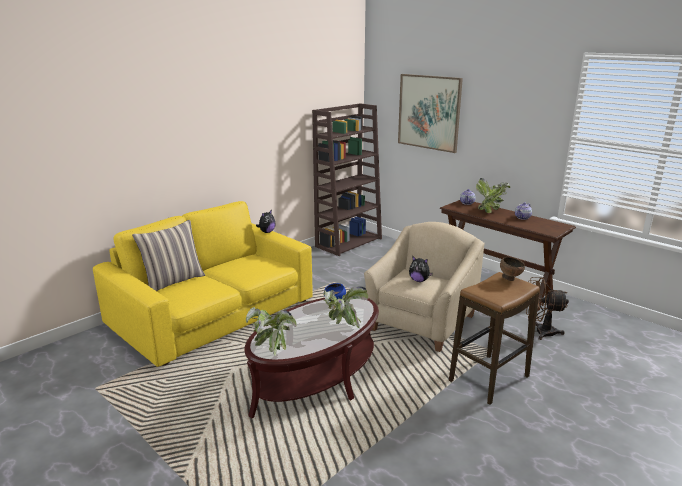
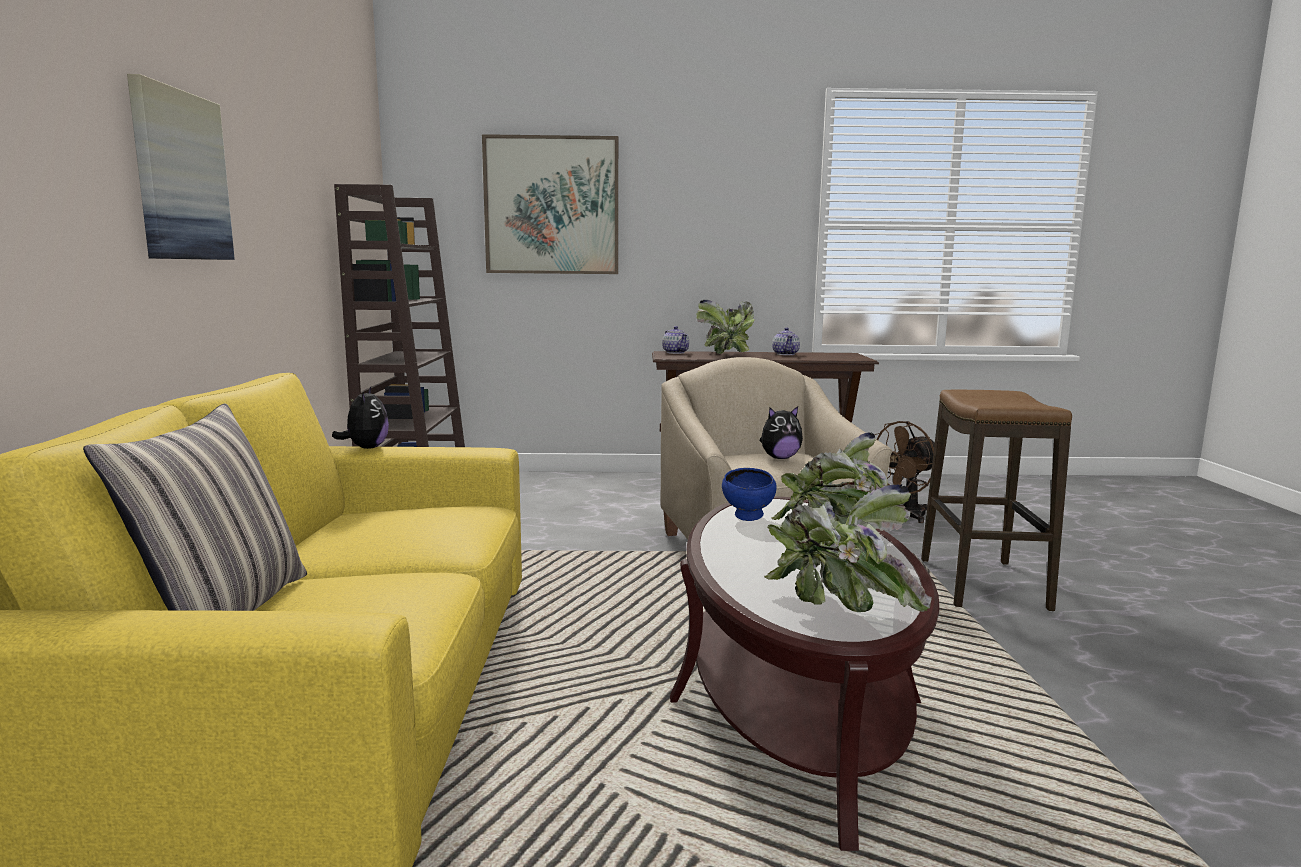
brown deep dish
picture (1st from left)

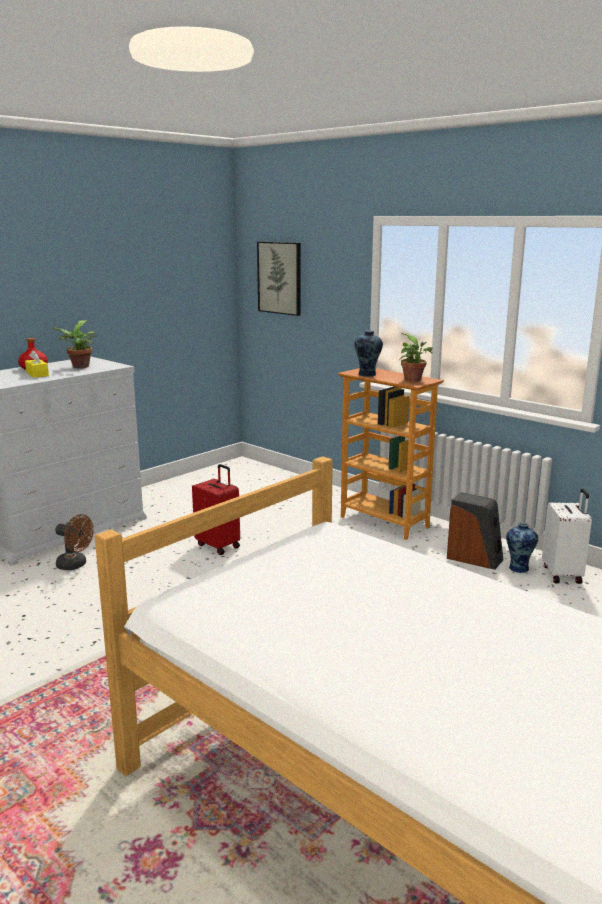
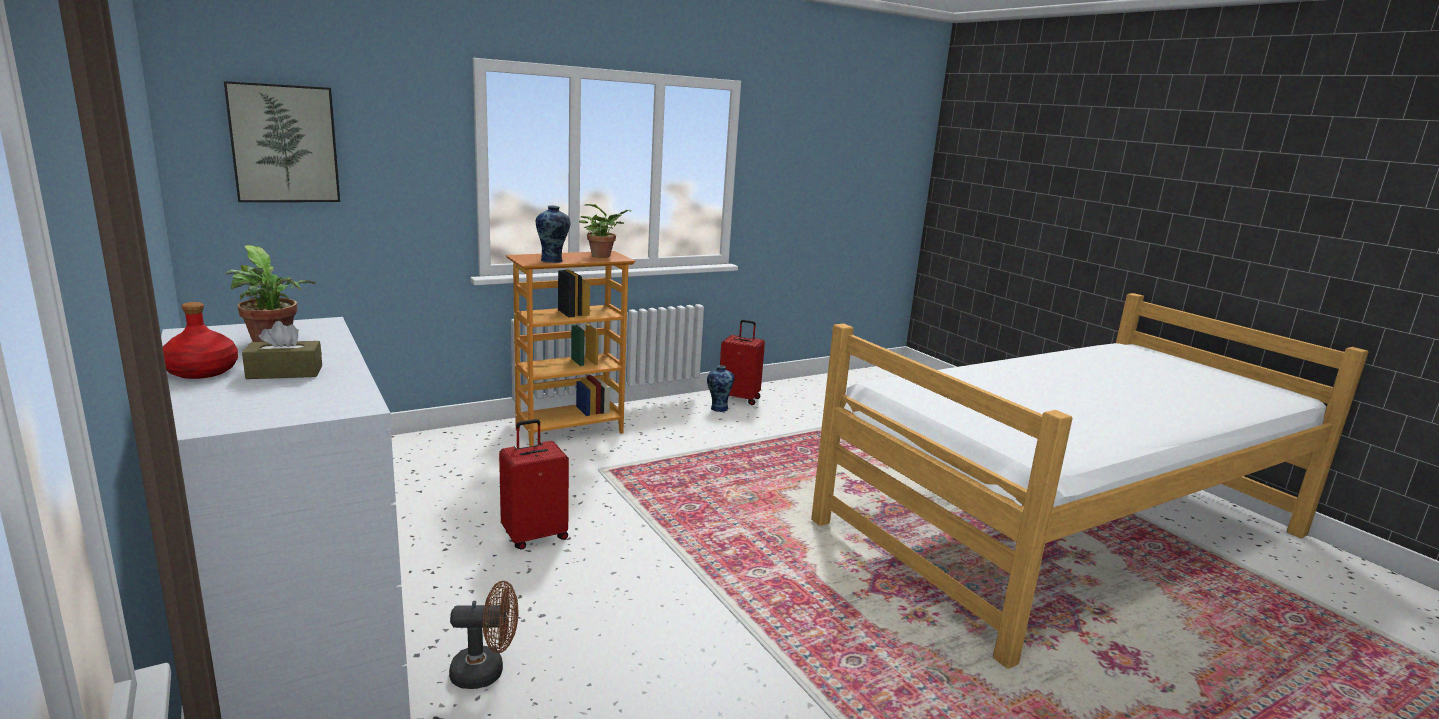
brown box of tissues
red-coloured travel case (2nd from left)
audio speaker
brown fan

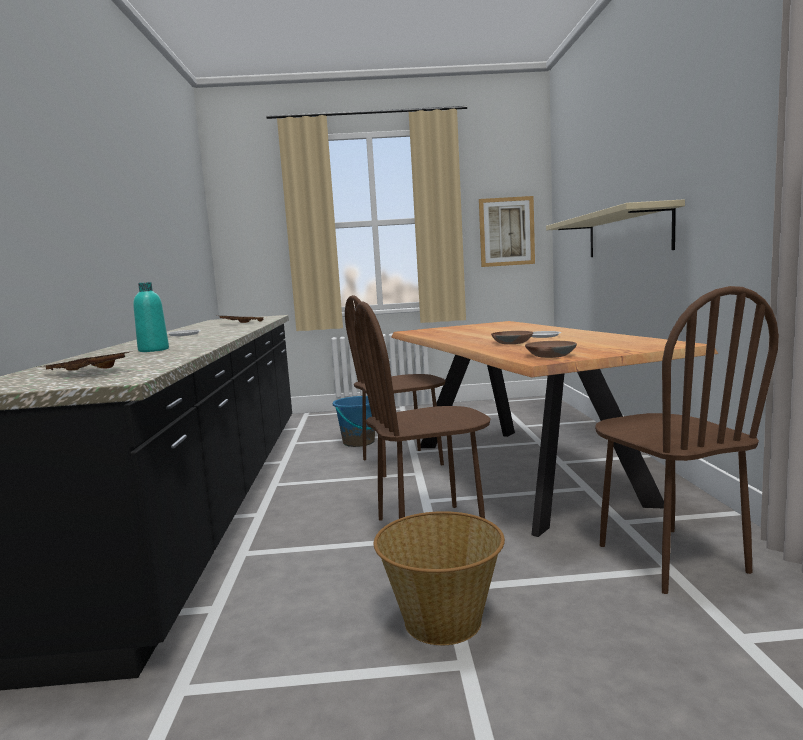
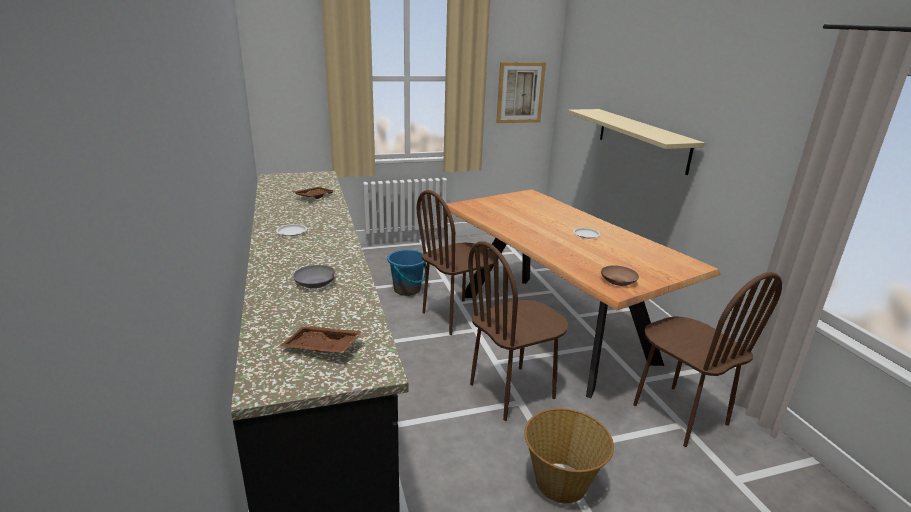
grey deep dish
brown deep dish (1st from left in the first image)

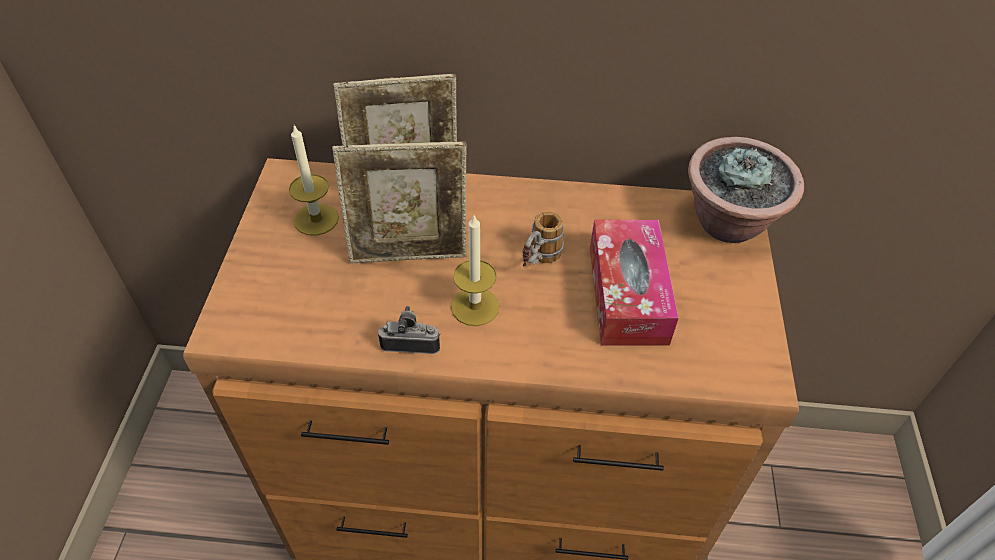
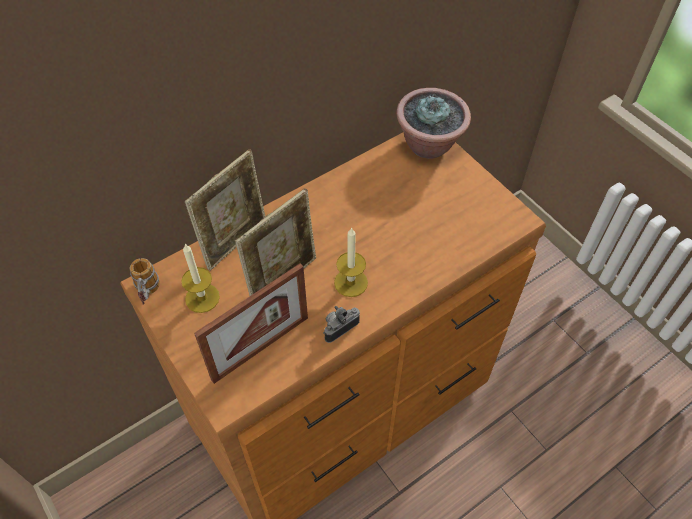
mug
box of tissues
photo frame (2nd from left)

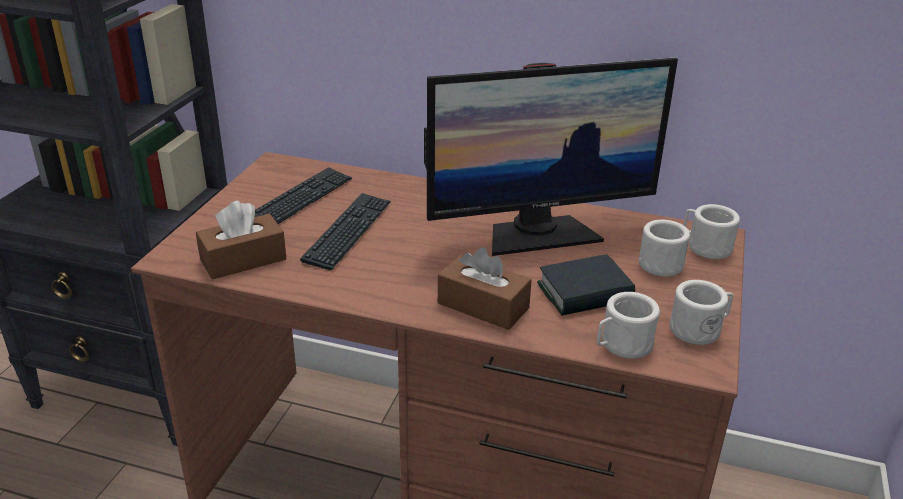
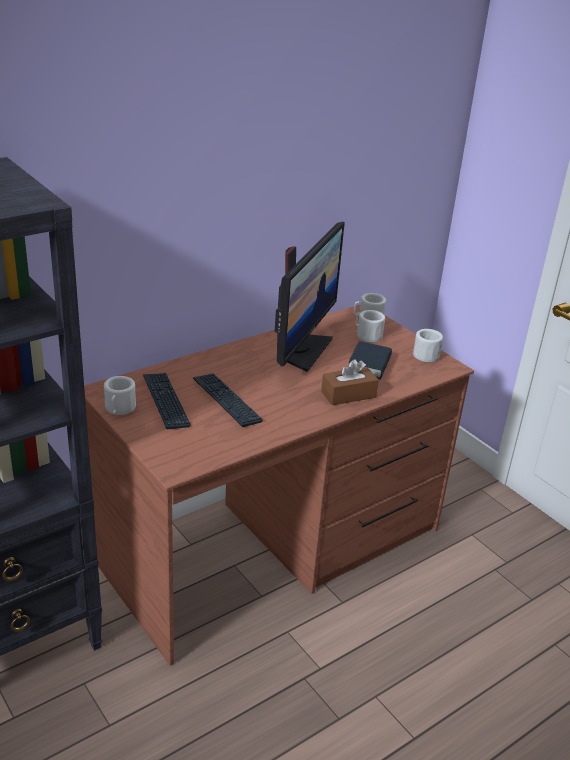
brown box of tissues (1st from left in the first image)
whitish mug (1st from left)

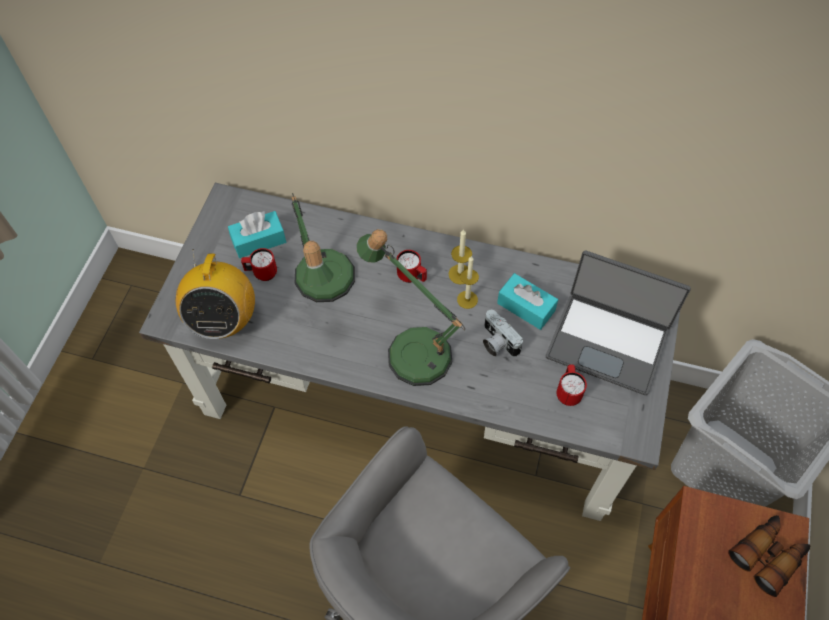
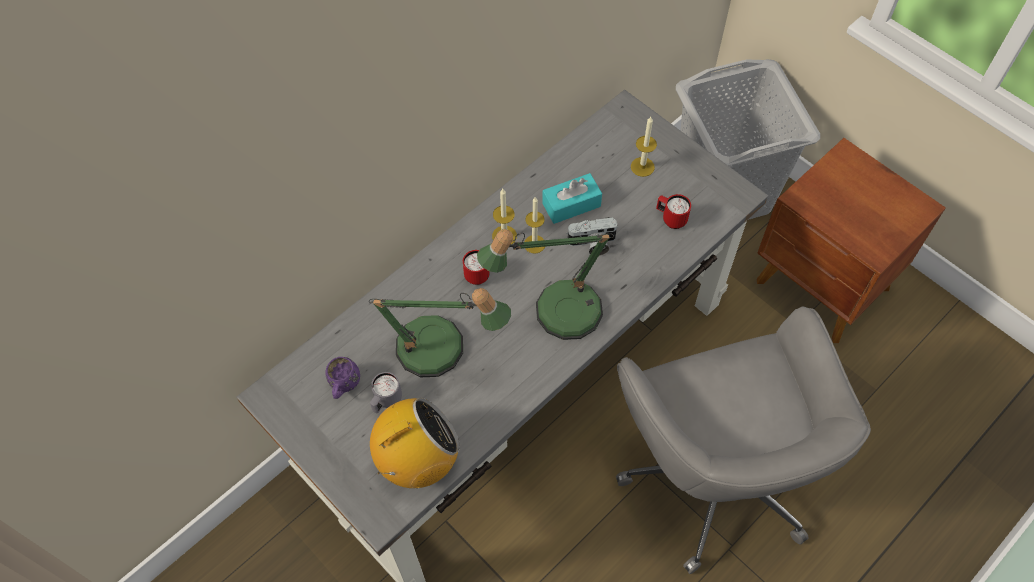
purplish mug
grey mug
radio set
wax candle (3rd from left)
field glasses

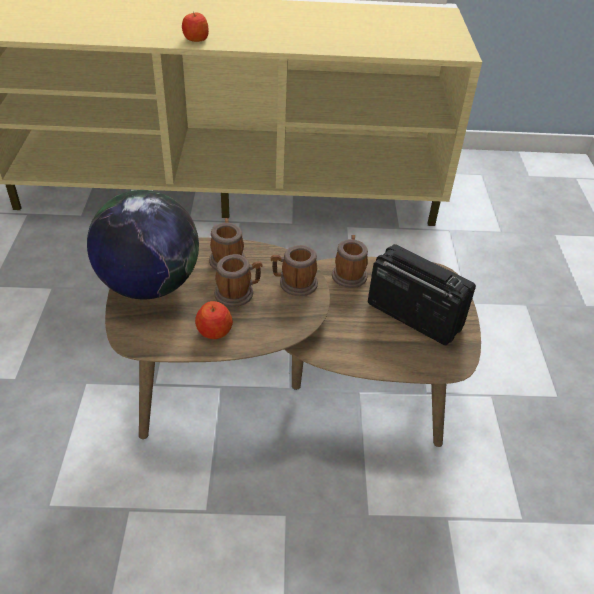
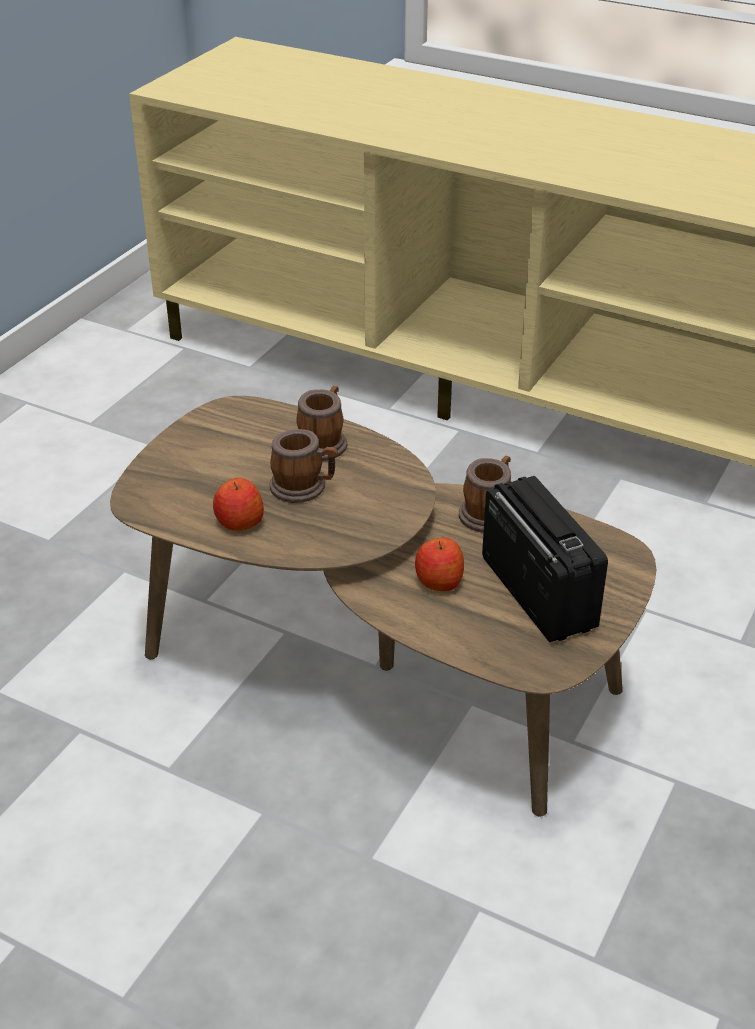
whole apple (2nd from left)
desk globe
mug (3rd from left in the first image)

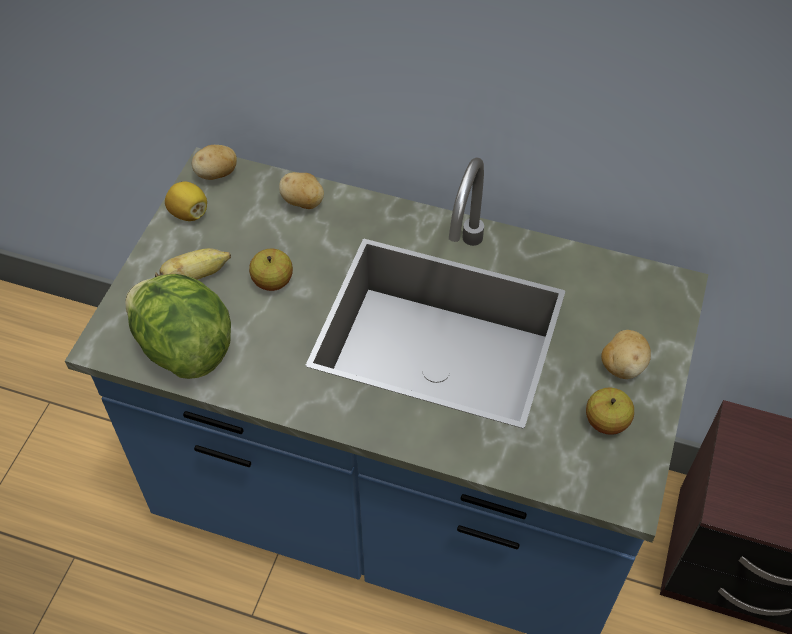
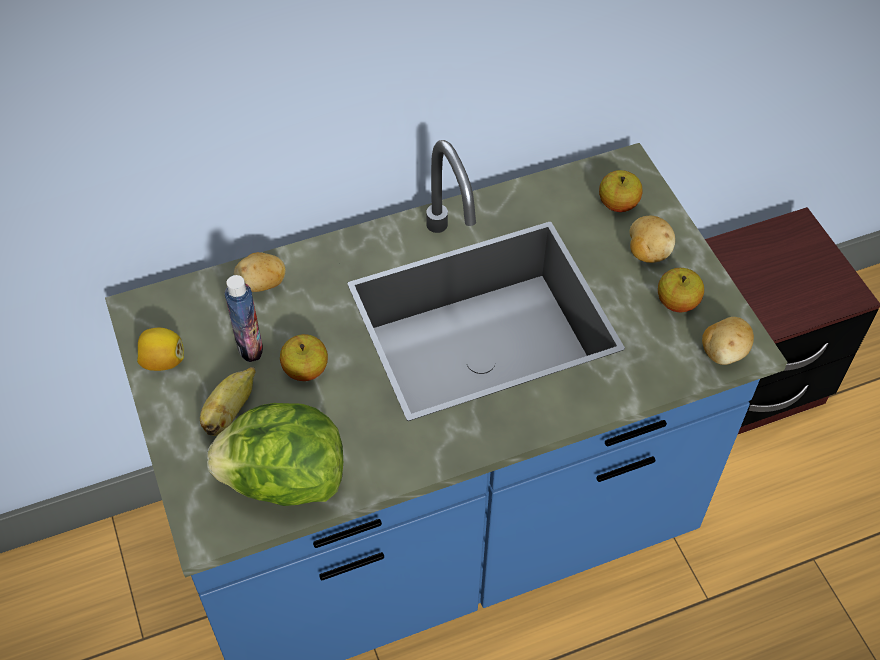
spud (3rd from left)
whole apple (2nd from left)
drink bottle

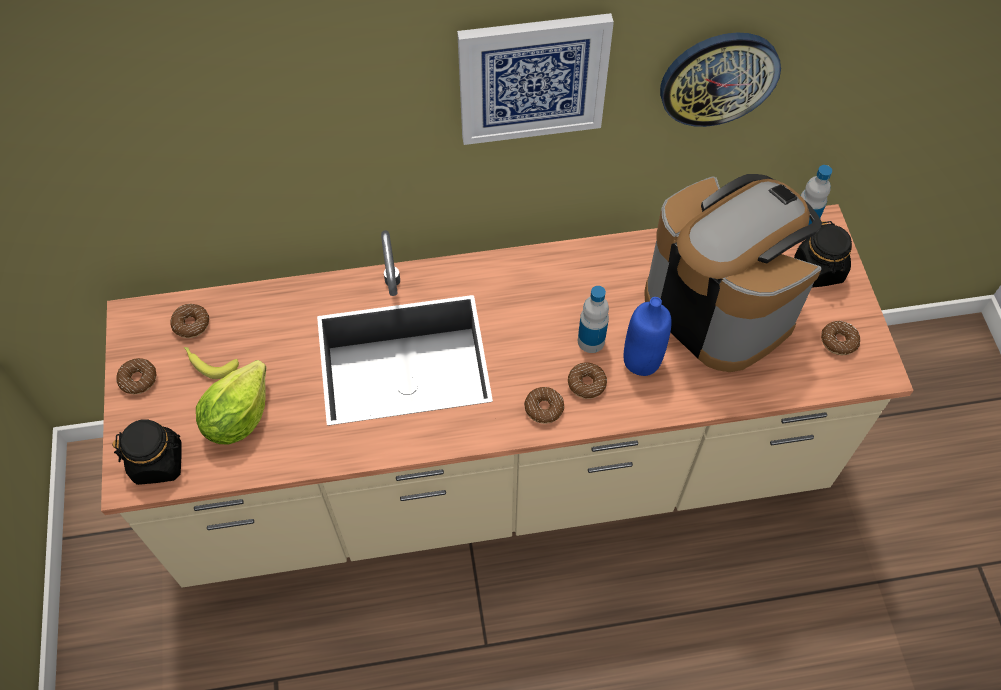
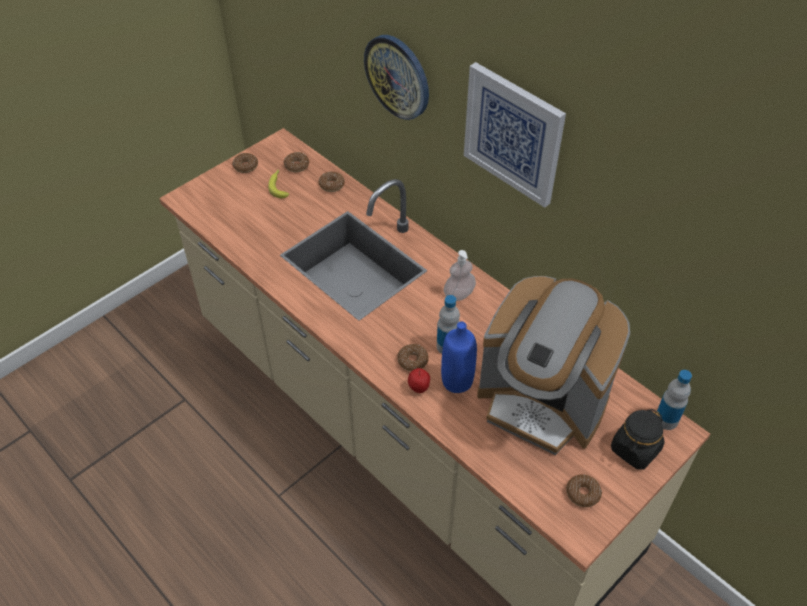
hanging clock
coffee machine
head of lettuce
donut (3rd from left)
black storage jar (1st from left in the first image)
soap bottle
whole apple

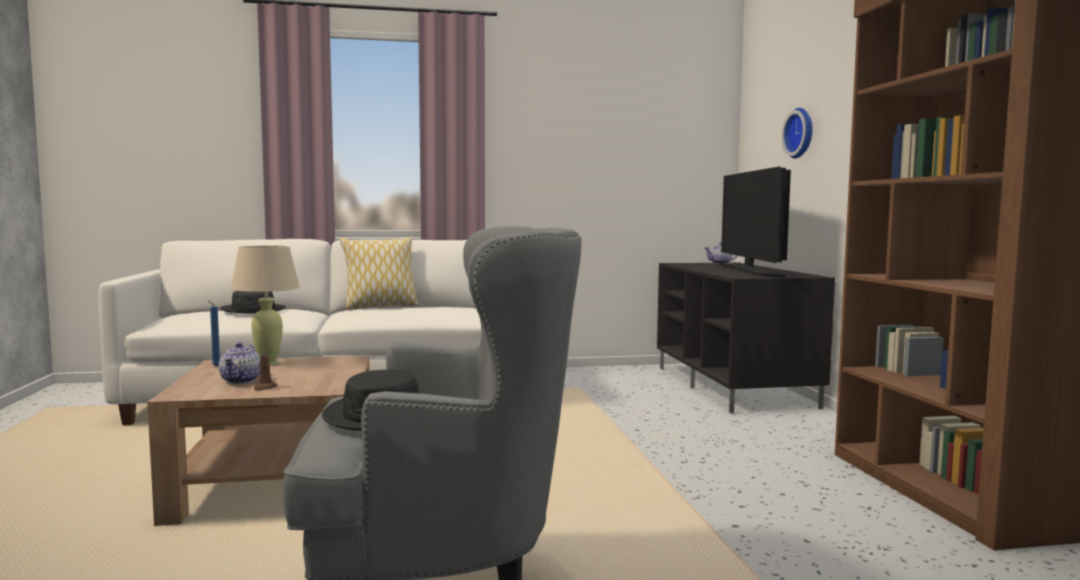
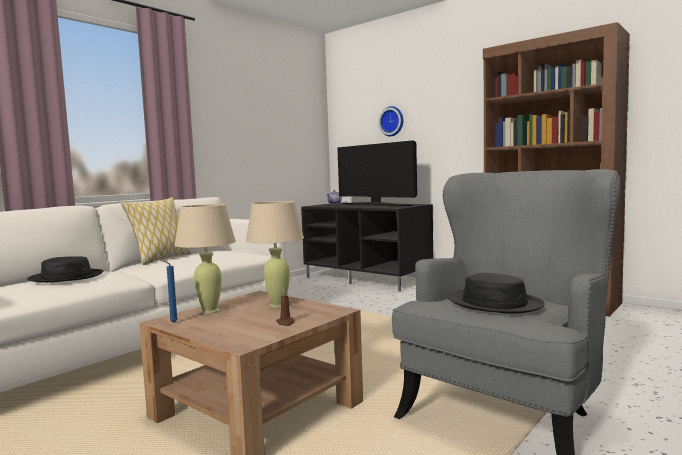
teapot (1st from left in the first image)
beige-coloured table lamp (2nd from left)

